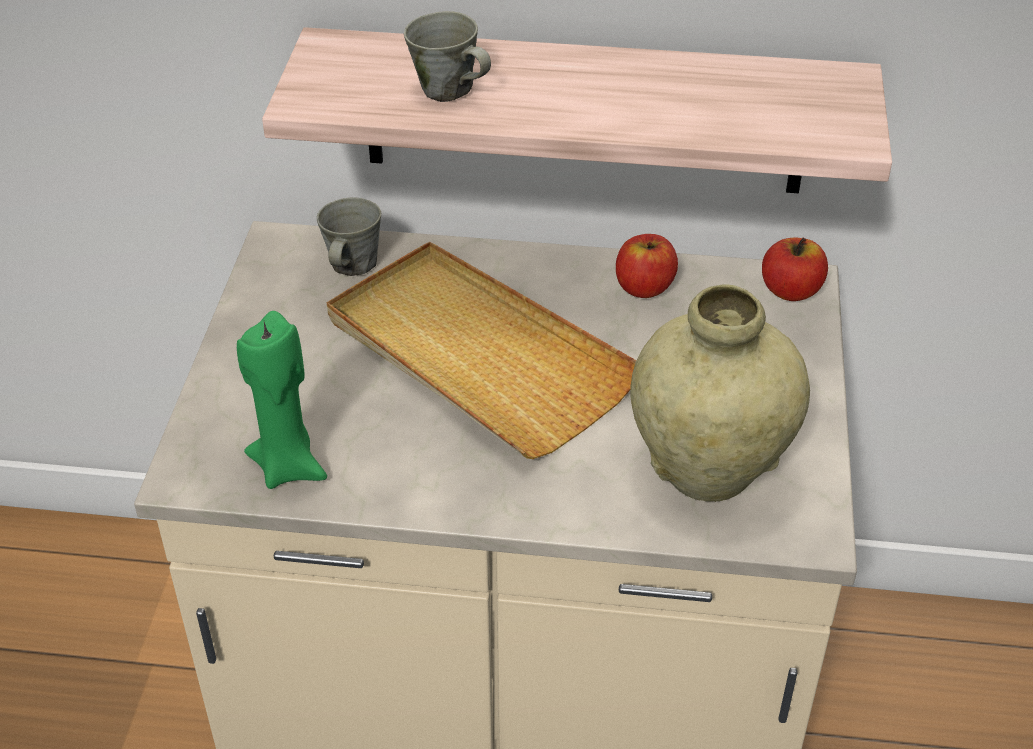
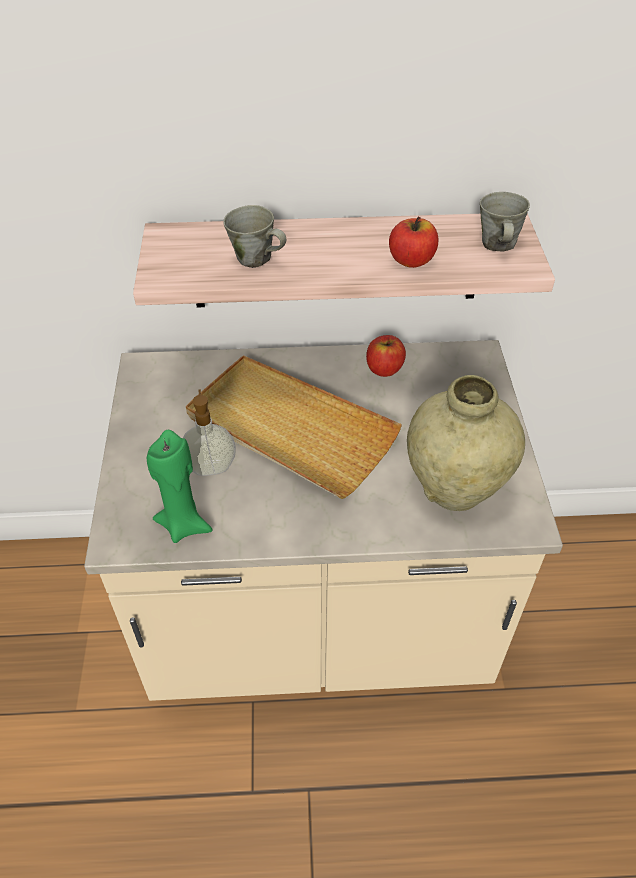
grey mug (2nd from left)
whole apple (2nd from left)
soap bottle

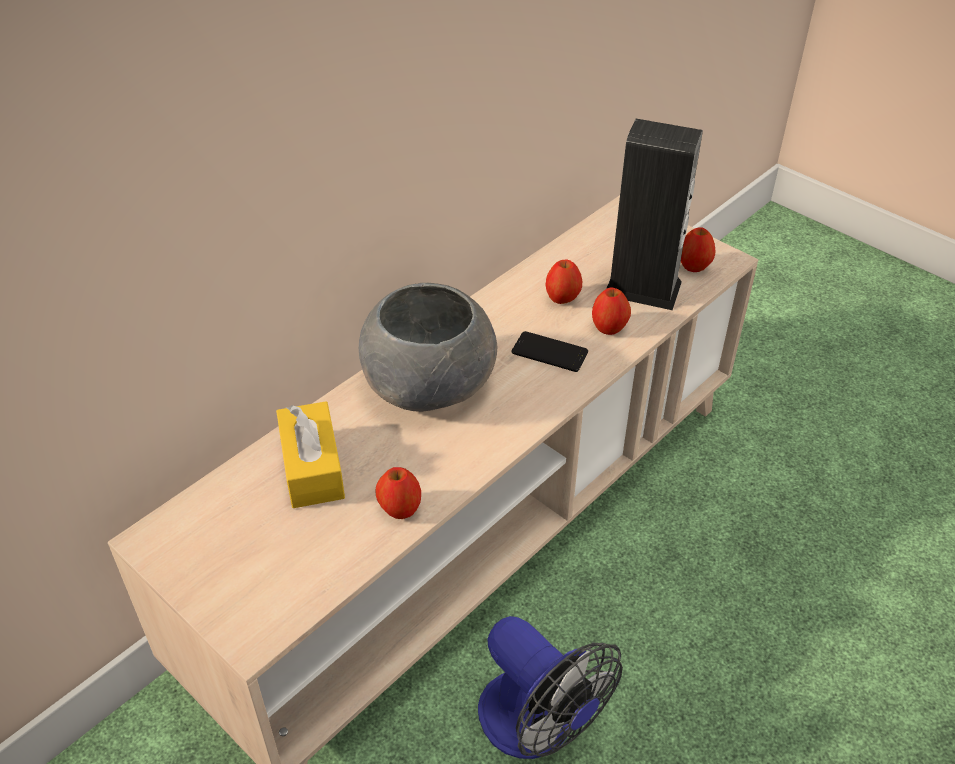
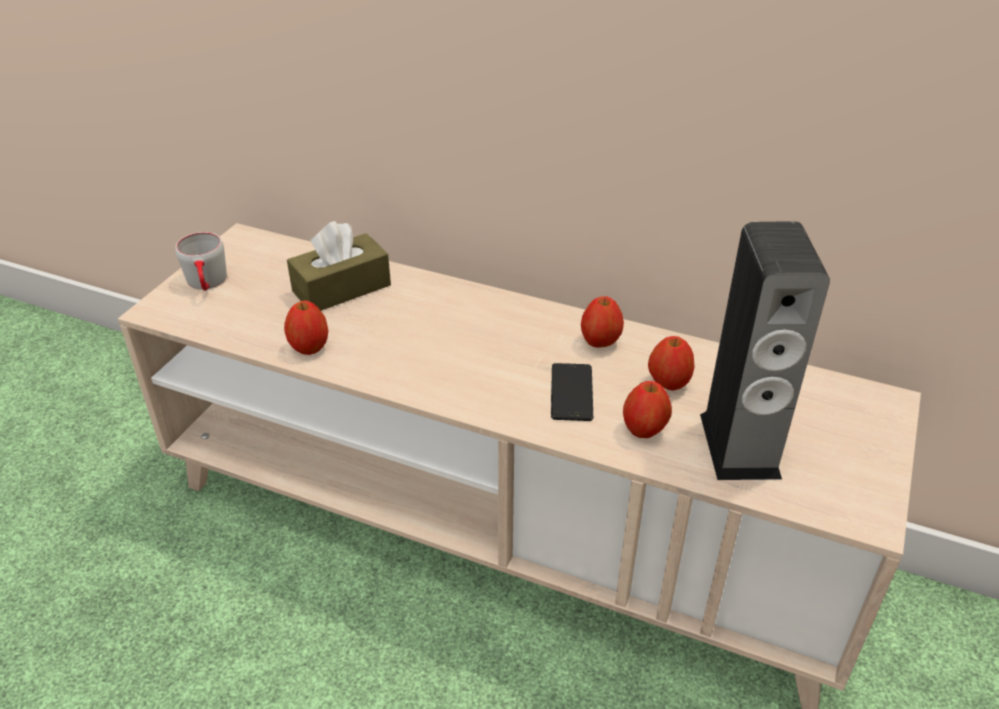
whole apple (2nd from left)
grey deep dish
brown box of tissues
fan
grey mug

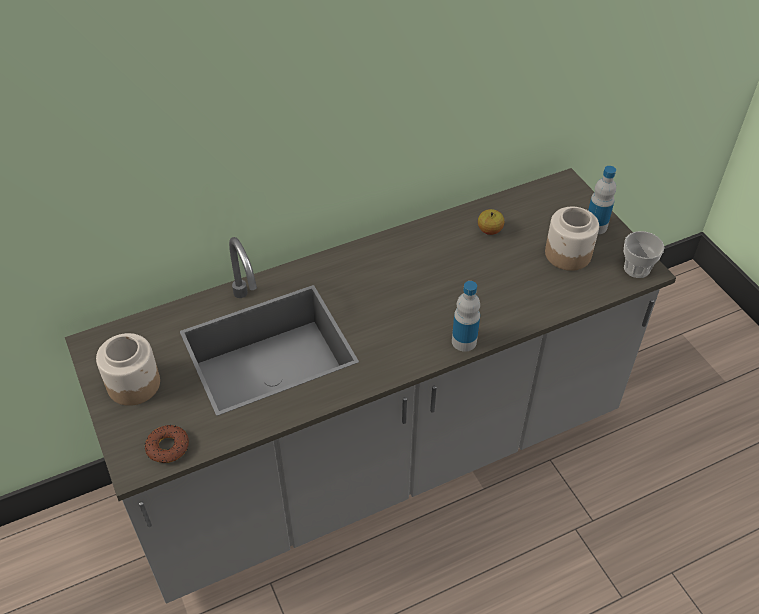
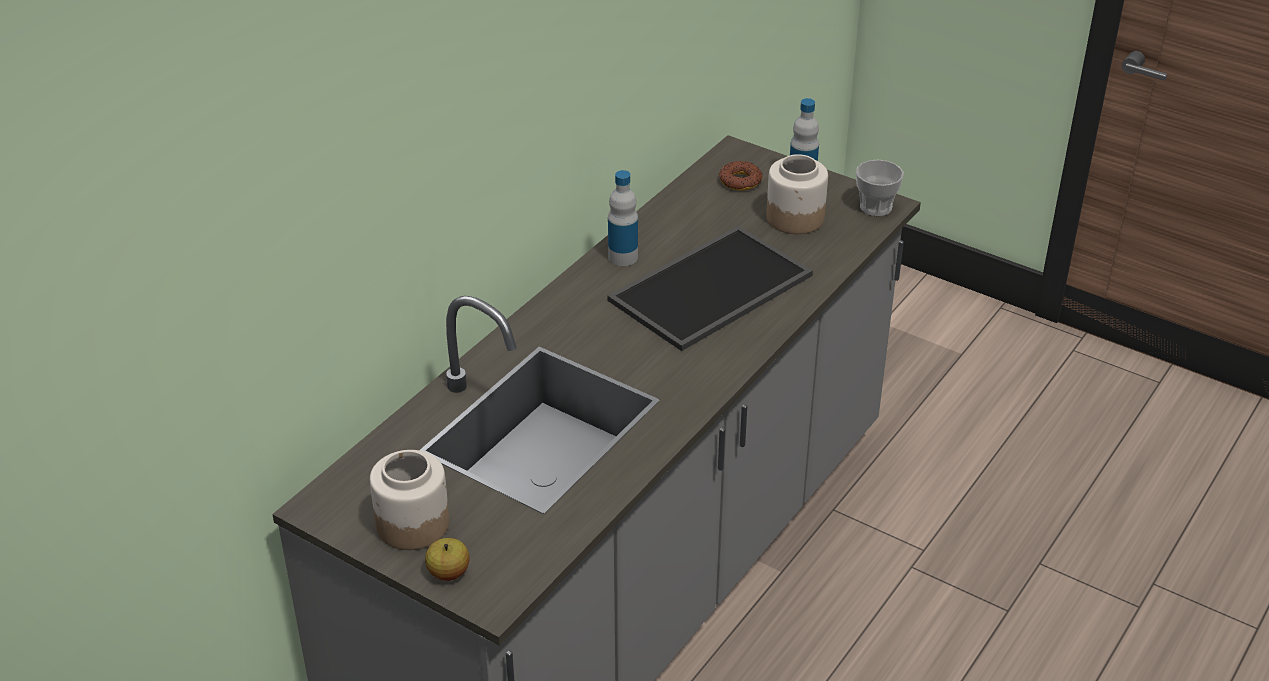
whole apple
drink bottle (1st from left)
donut
serving tray

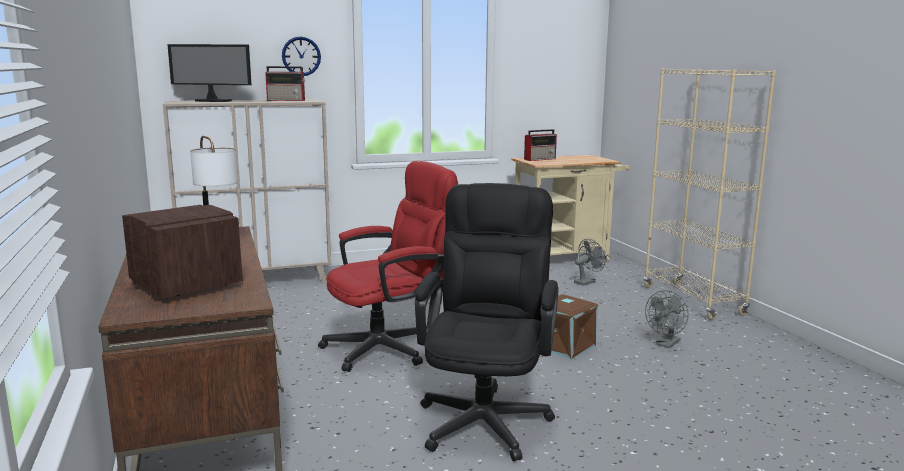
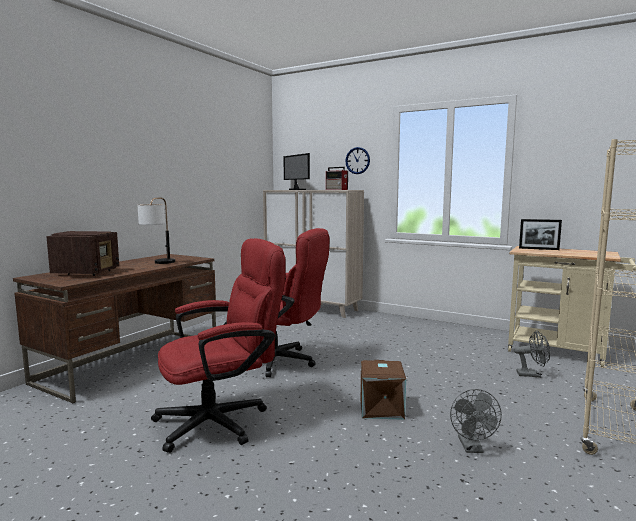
photo frame
red-coloured office chair (1st from left)
grey fan (1st from left)

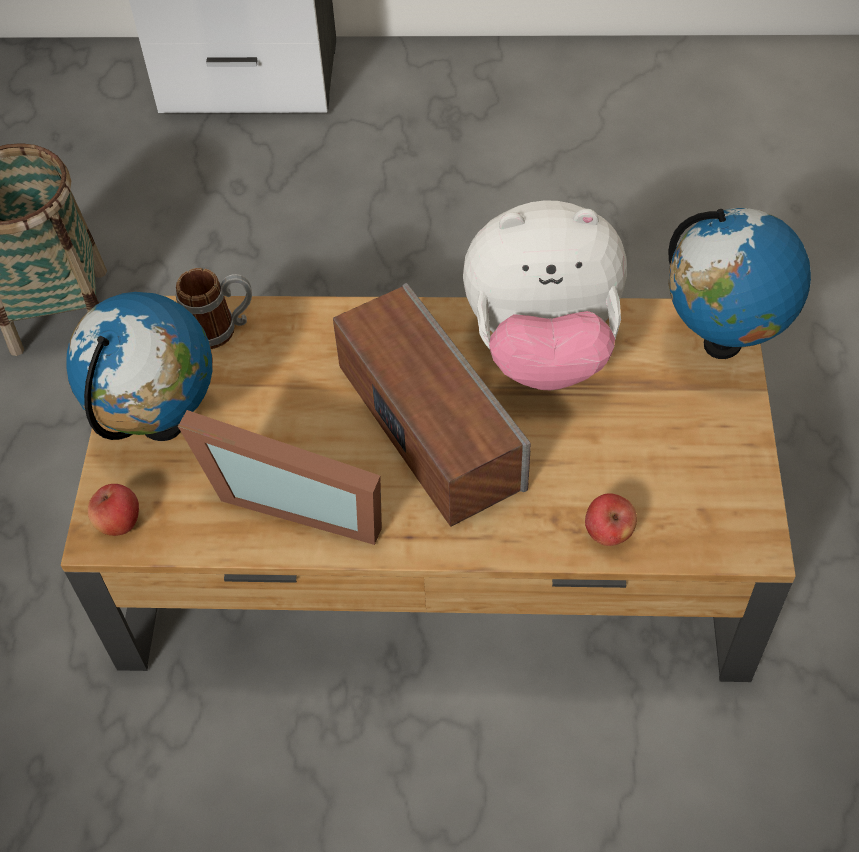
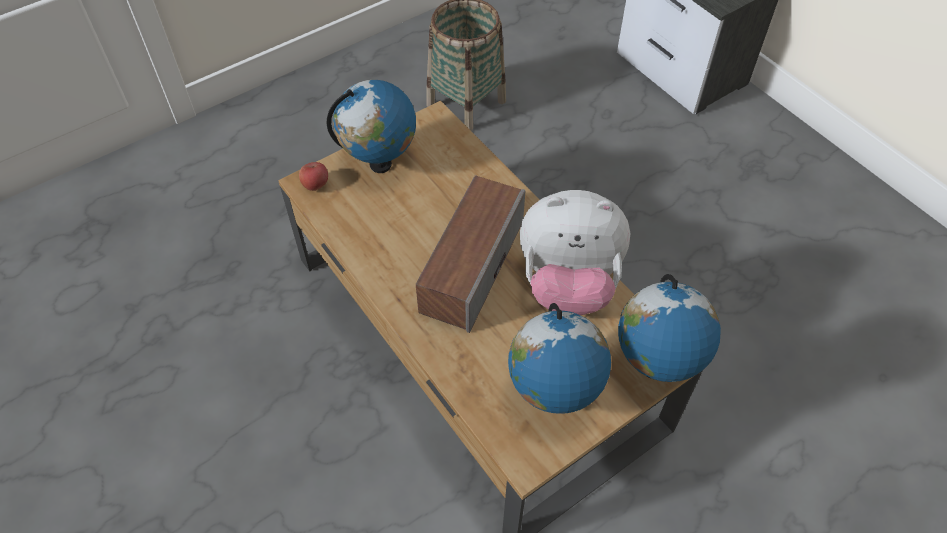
soft toy
mug
photo frame
whole apple (2nd from left in the first image)
desk globe (2nd from left)

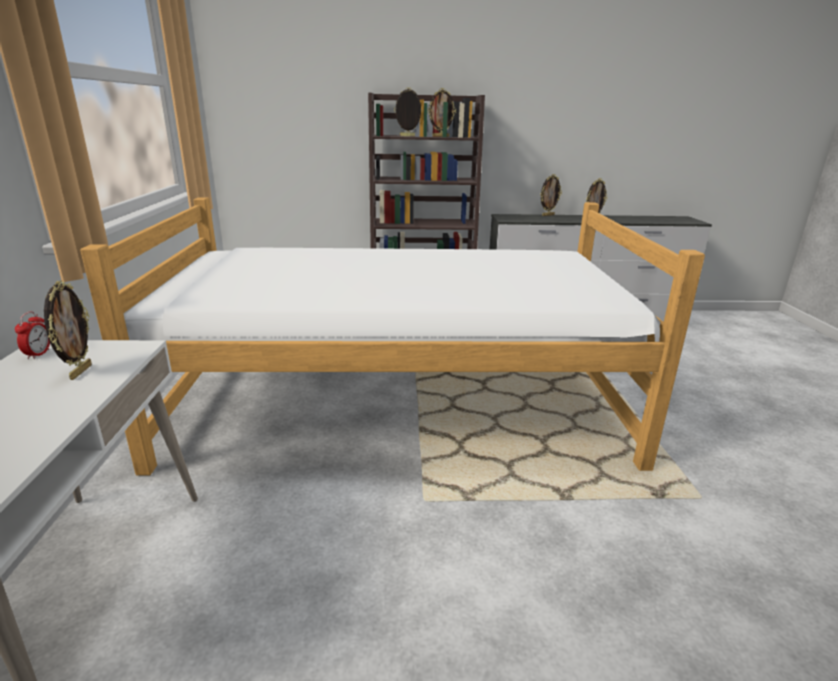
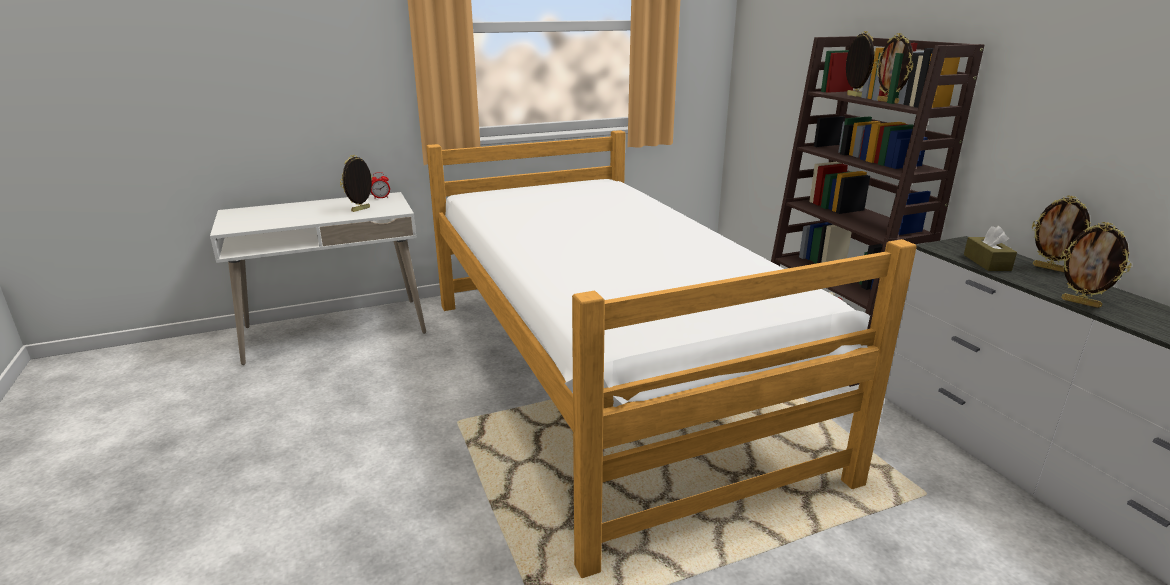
photo frame (1st from left)
brown box of tissues

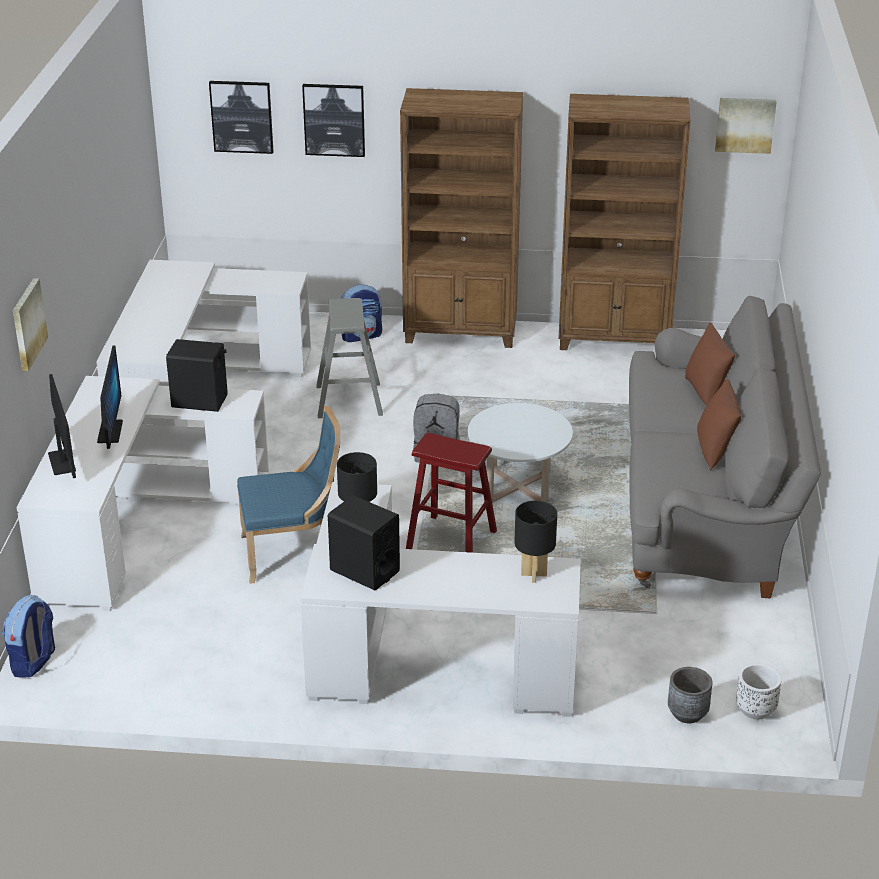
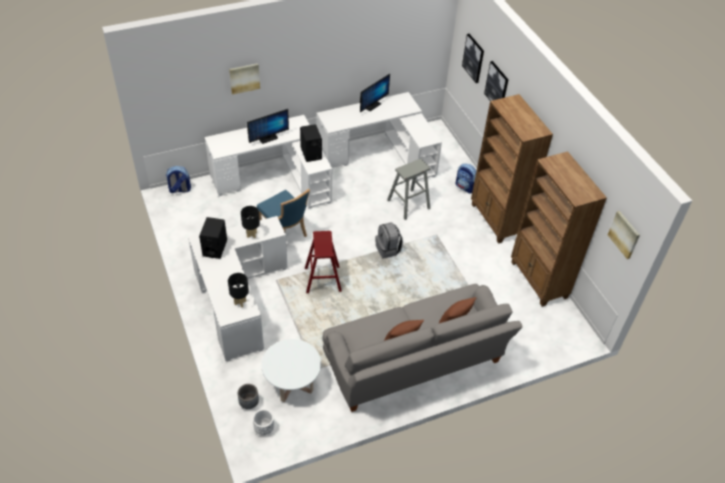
computer display (2nd from left)
whitish low table

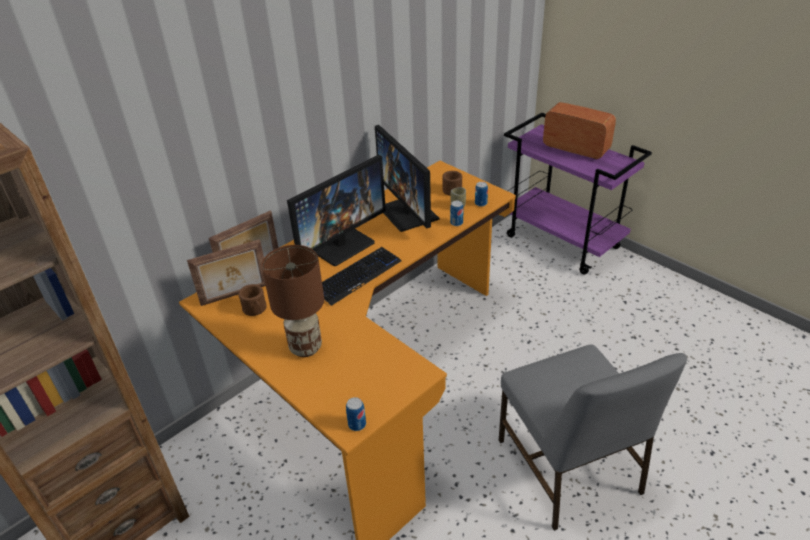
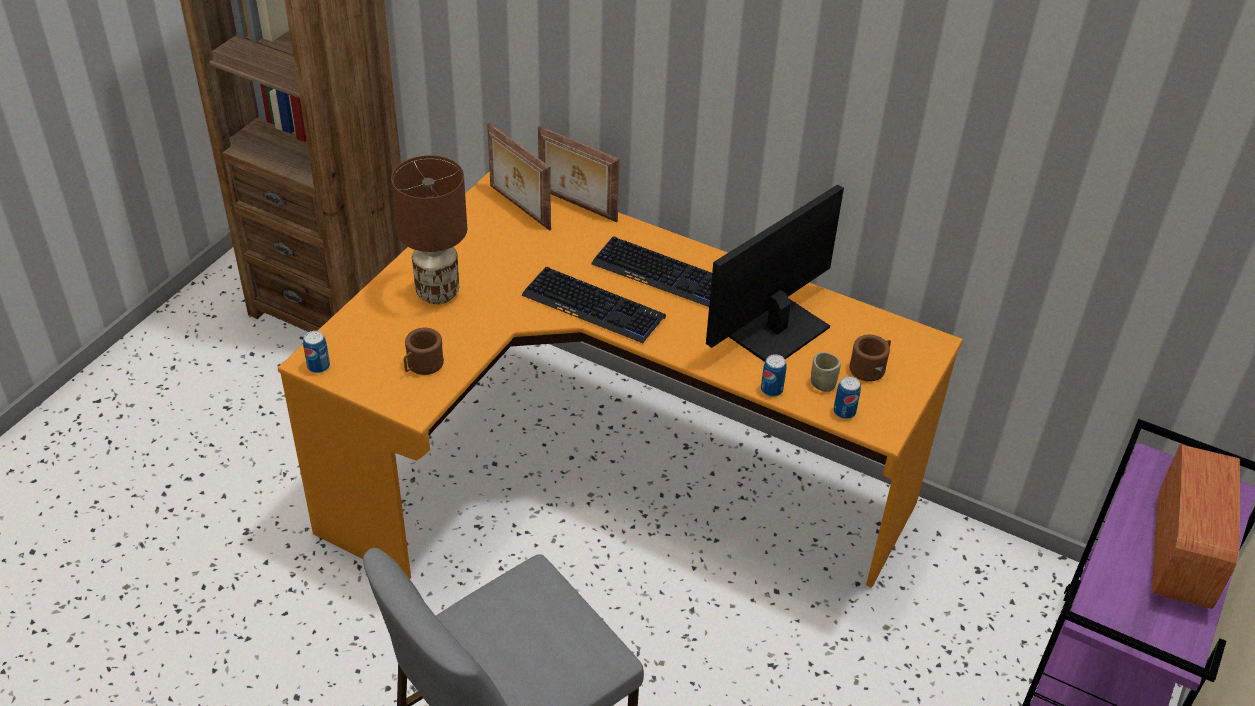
keyboard (2nd from left)
brown mug (1st from left)

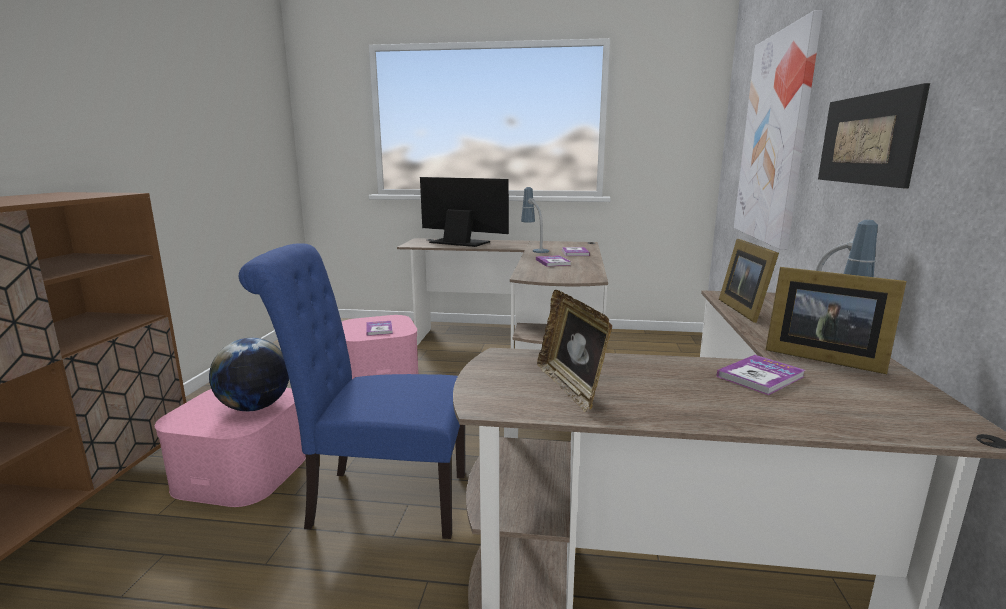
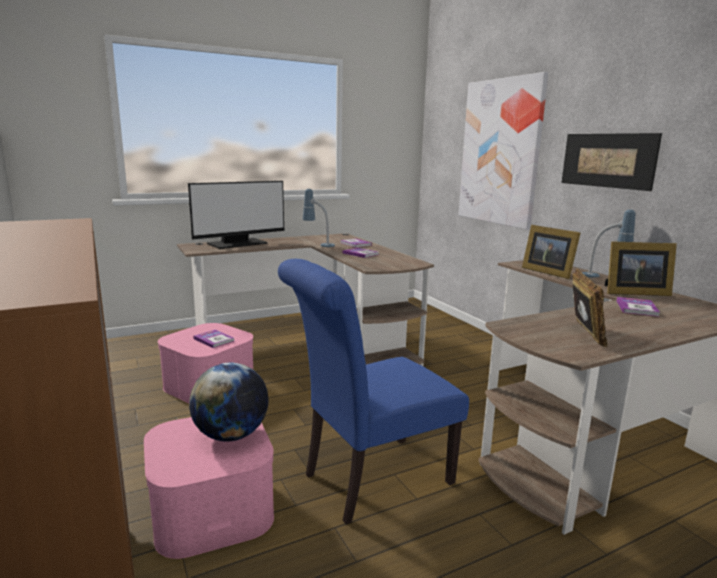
computer display
photo frame (2nd from left)

